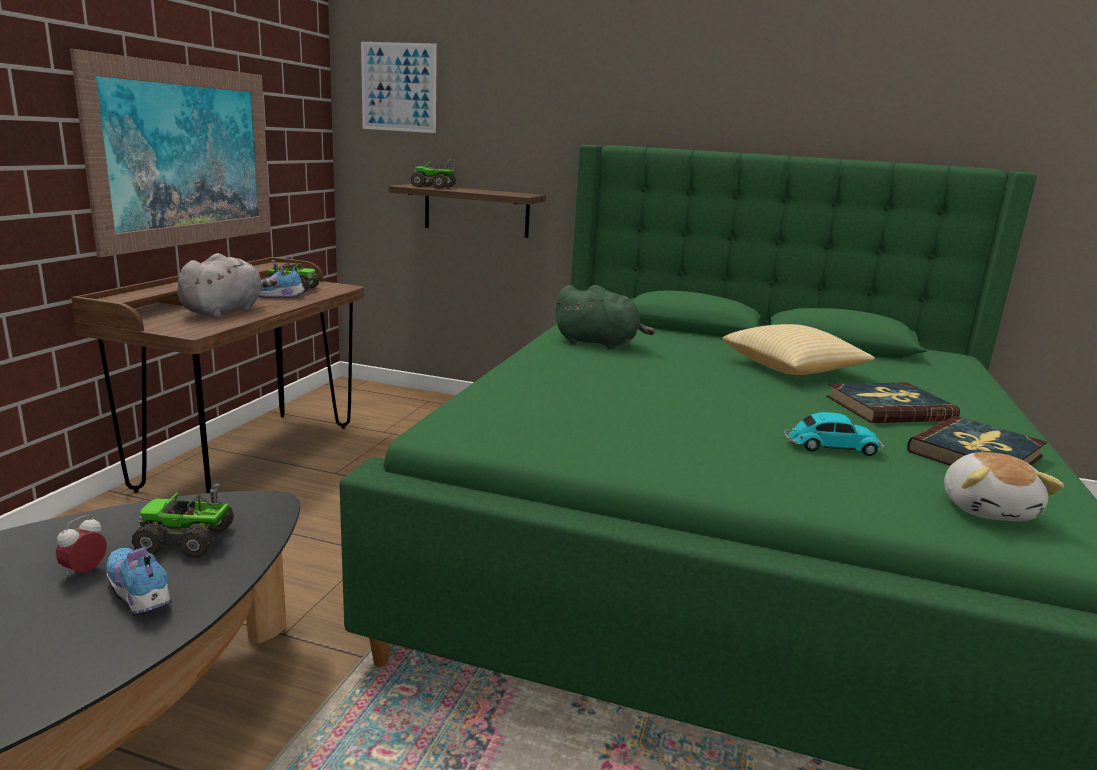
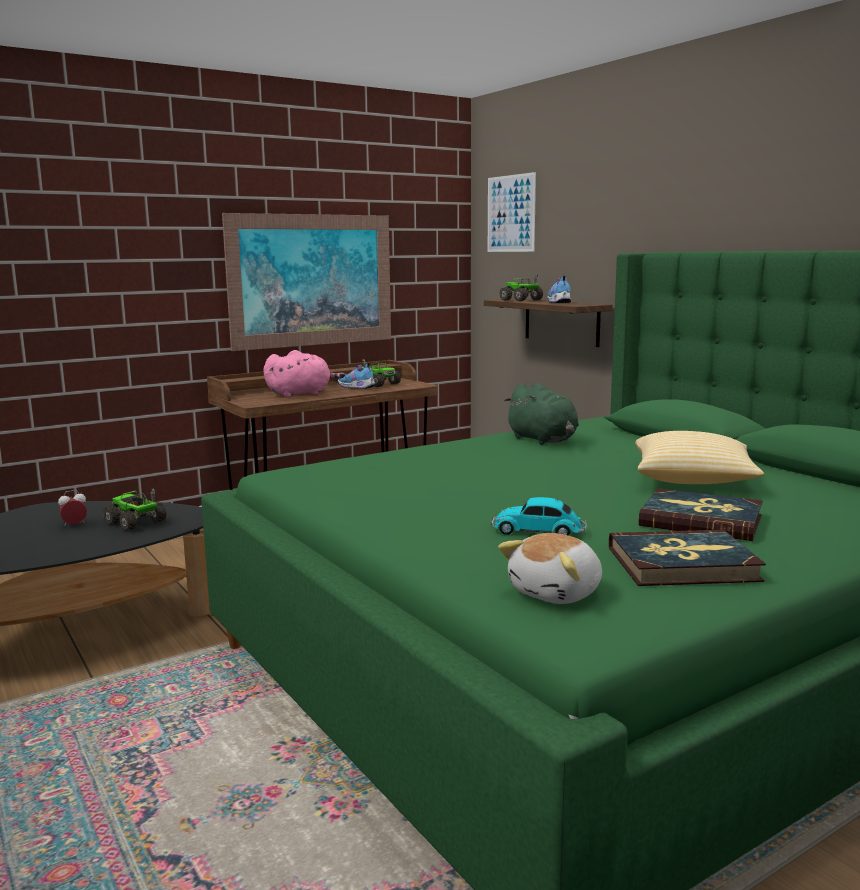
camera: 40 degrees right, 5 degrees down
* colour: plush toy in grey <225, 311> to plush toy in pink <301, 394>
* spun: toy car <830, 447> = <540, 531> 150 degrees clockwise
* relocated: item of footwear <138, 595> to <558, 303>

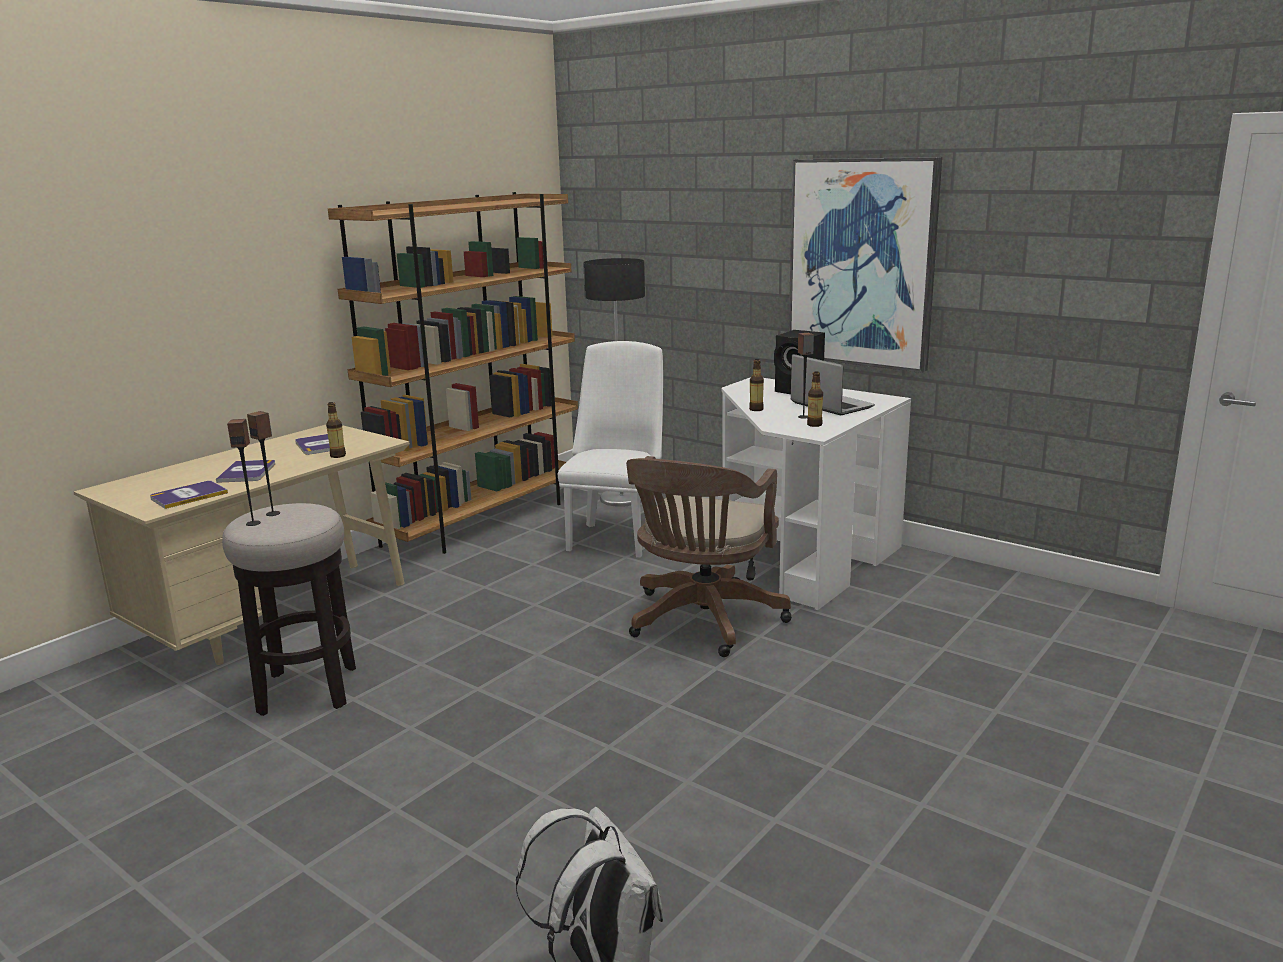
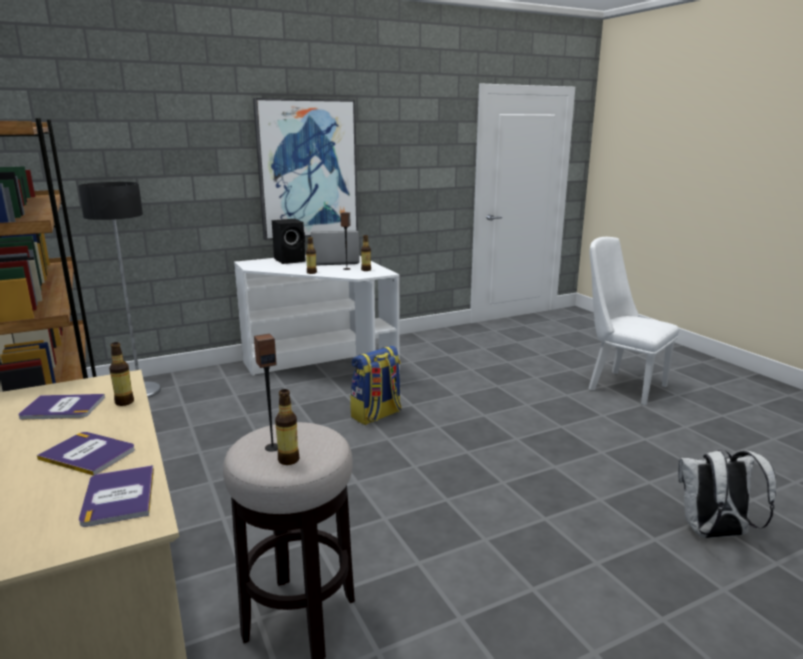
camera: 65 degrees left, 0 degrees up
* relocated: plain chair in white <617, 537> to <620, 385>
* exchanged: audio speaker <253, 523> to beverage bottle <288, 460>
* exchanged: computer chair in brown <702, 622> to backpack <376, 415>

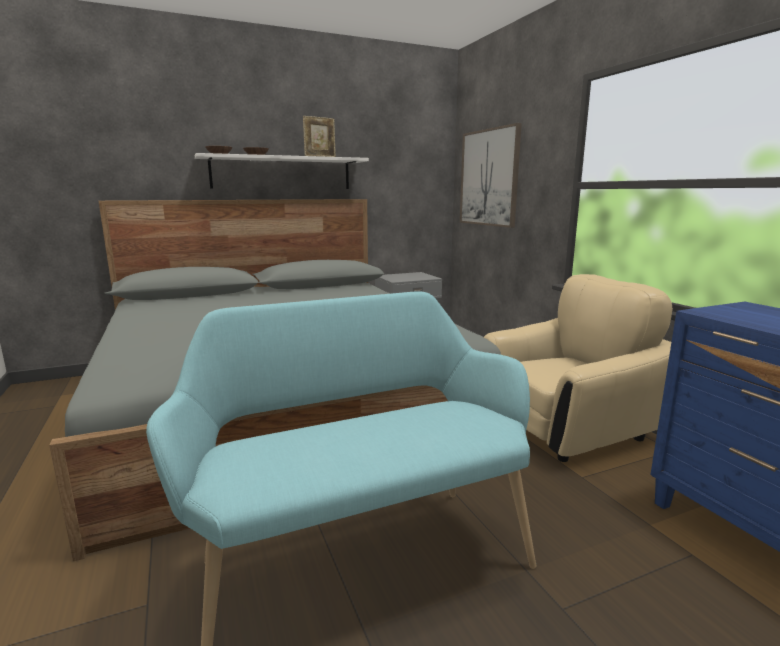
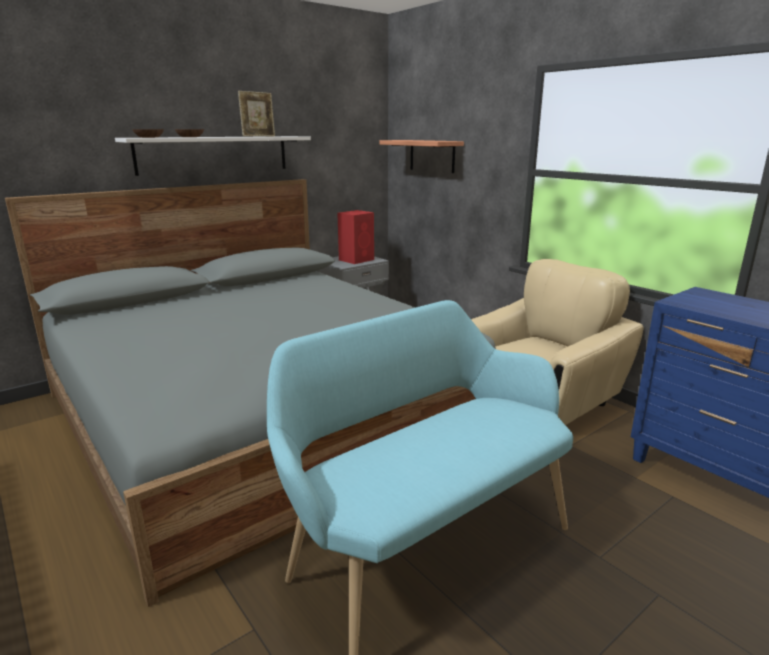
camera: 15 degrees left, 5 degrees up
* exchanged: wall picture <489, 178> to wall shelf <432, 156>
* appeared: audio speaker in reddish <357, 259>

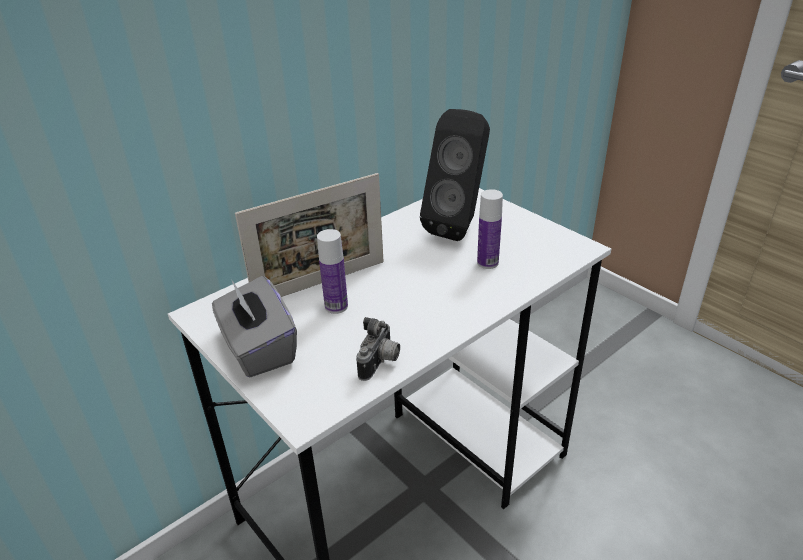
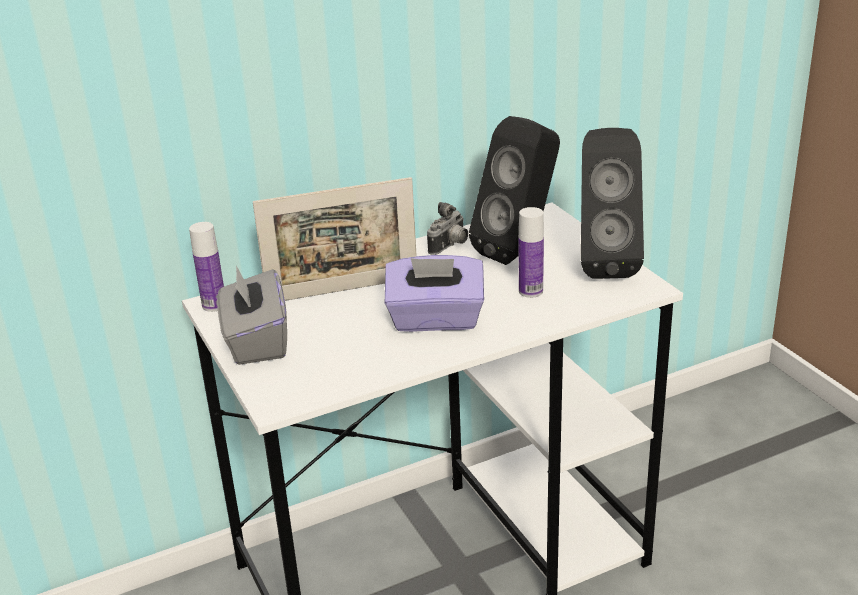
camera: 15 degrees right, 5 degrees down
* relocated: beverage bottle <336, 306> to <214, 305>
* relocated: still camera <380, 363> to <450, 246>
* appeared: audio speaker in black-coloured <605, 264>
* appeared: box of tissues in purplish <435, 320>

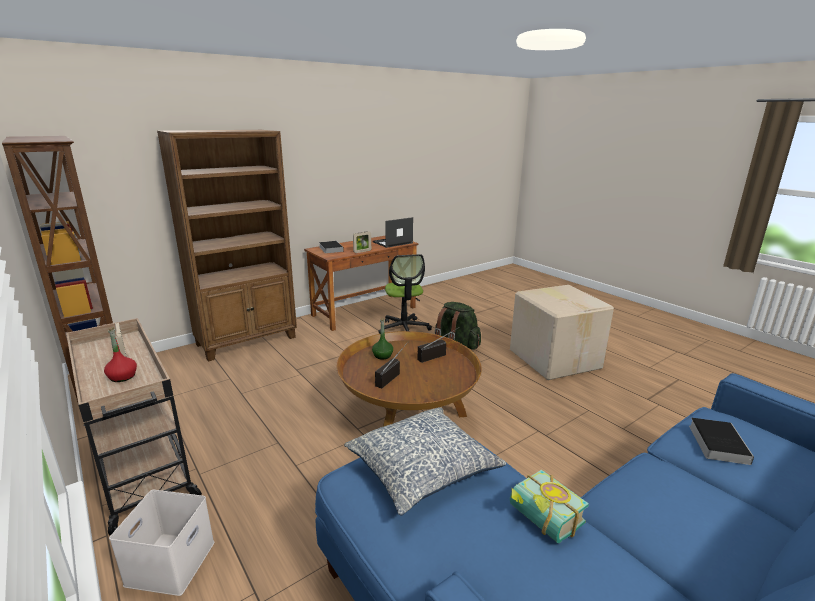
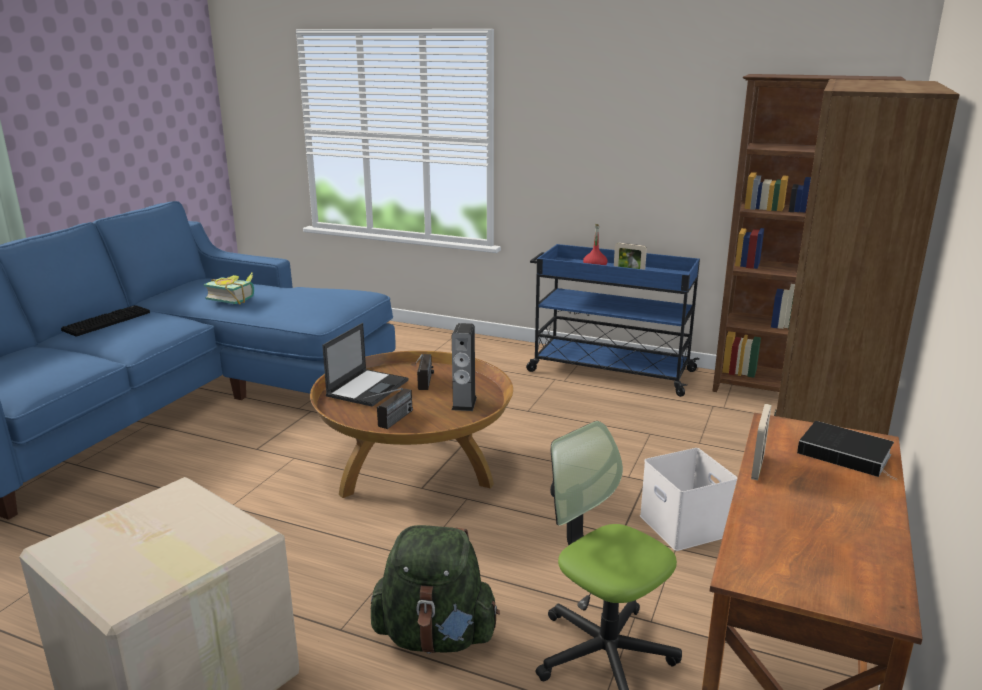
camera: 150 degrees right, 0 degrees up
* relocated: laptop <392, 242> to <368, 388>
* colour: cart in beige-coloured <141, 465> to cart in blue-coloured <609, 371>
* exchanged: beverage bottle in green <382, 356> to audio speaker <464, 403>
* missing: throw pillow <422, 470>
* missing: book <716, 442>
* relocated: storage container in white <171, 564> to <681, 525>
* appeared: computer keyboard <107, 321>

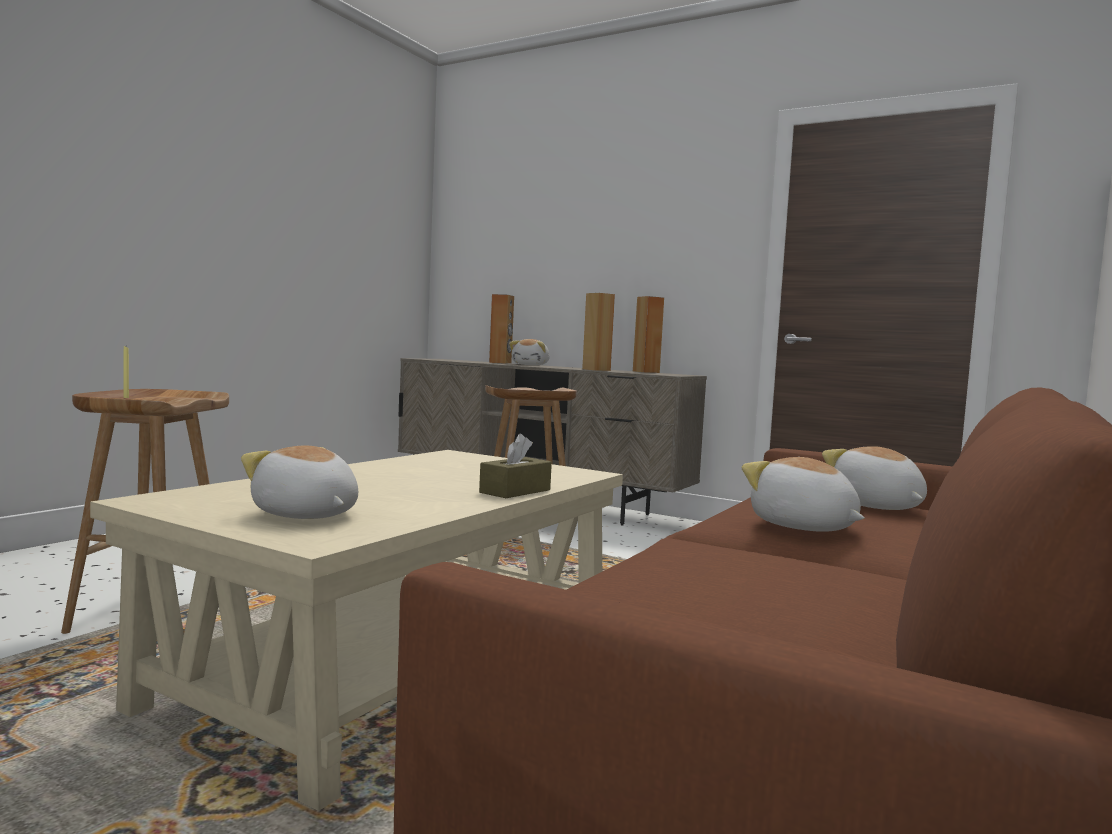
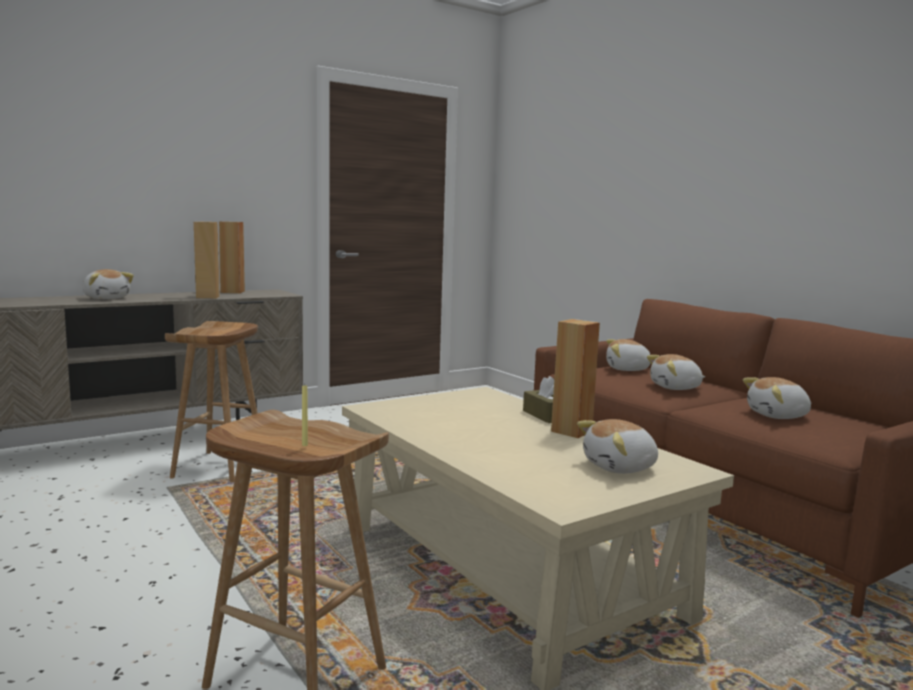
camera: 65 degrees left, 5 degrees up
* relocated: audio speaker in brown <500, 363> to <571, 431>
* appeared: plush toy <778, 416>

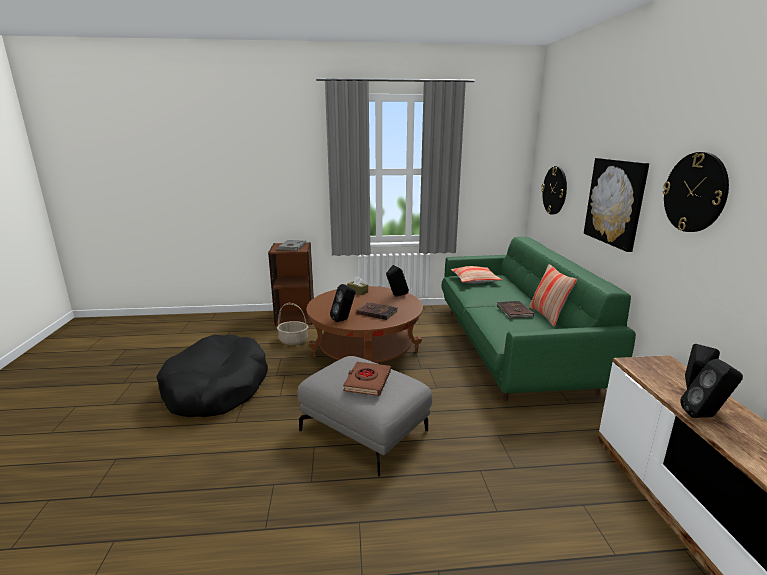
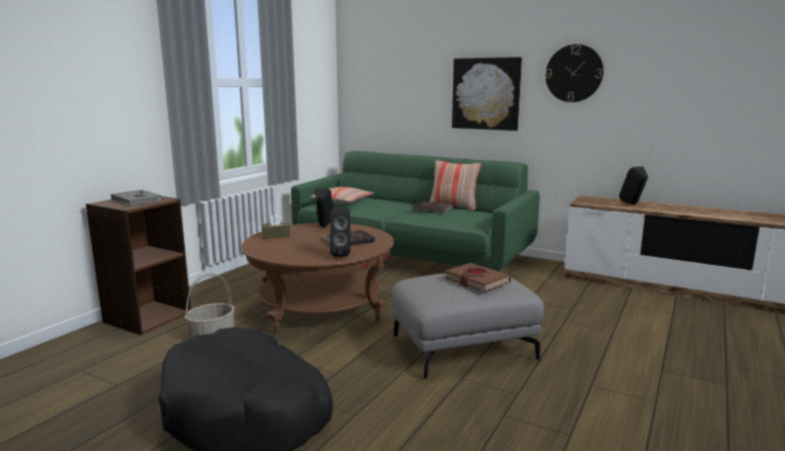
camera: 55 degrees left, 5 degrees down
* missing: clock on the wall <555, 190>
* missing: audio speaker in black-coloured <705, 416>

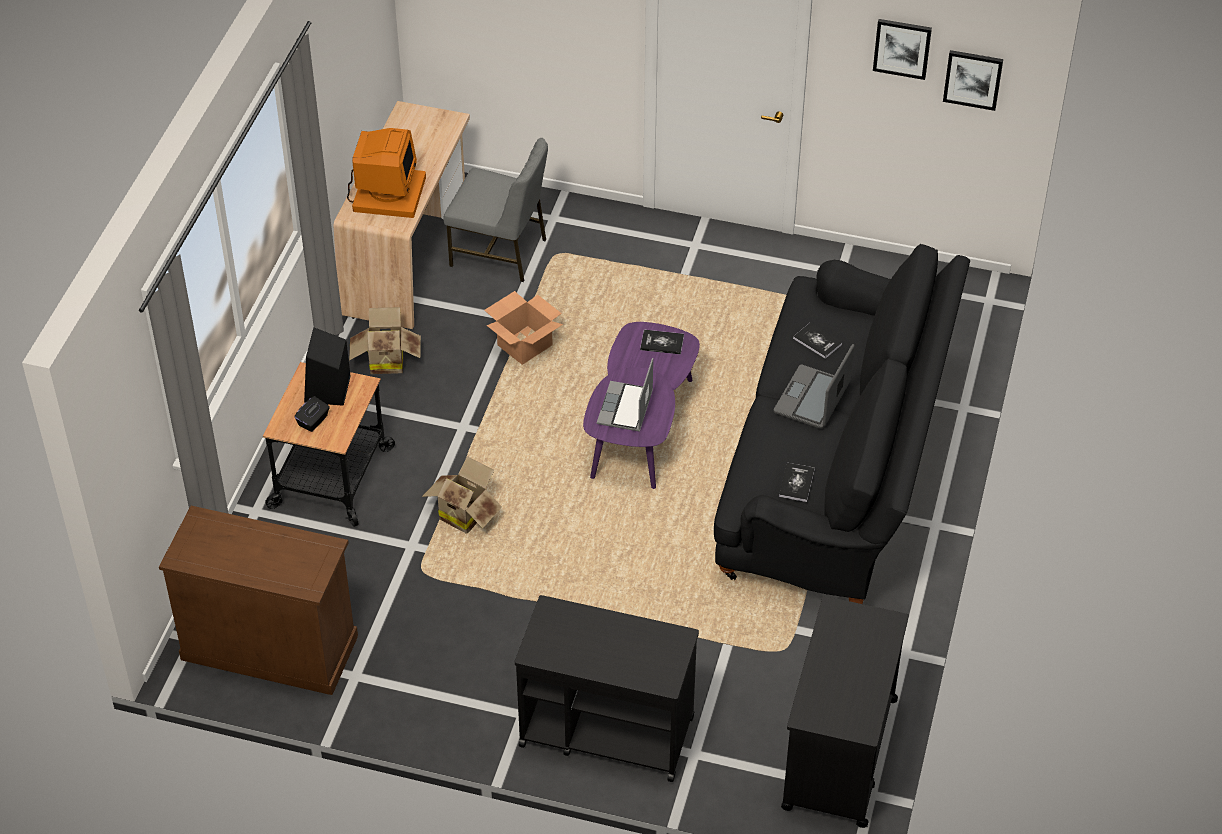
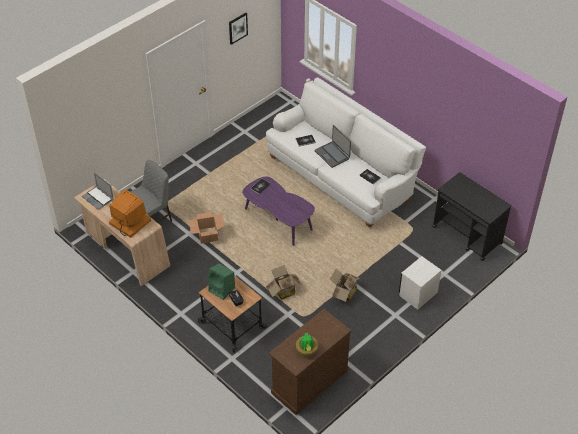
camera: 60 degrees left, 0 degrees up
* missing: wall picture <973, 79>
* colour: couch in black-coloured <836, 473> to couch in white <341, 178>
* relocated: packing box <385, 360> to <343, 293>
* colour: audio speaker in black-coloured <327, 390> to audio speaker in green <222, 289>
* relocated: laptop <626, 409> to <98, 198>
* exchanged: cart in black-coloured <605, 730> to night table in white <418, 294>
* appeared: houseplant <307, 351>

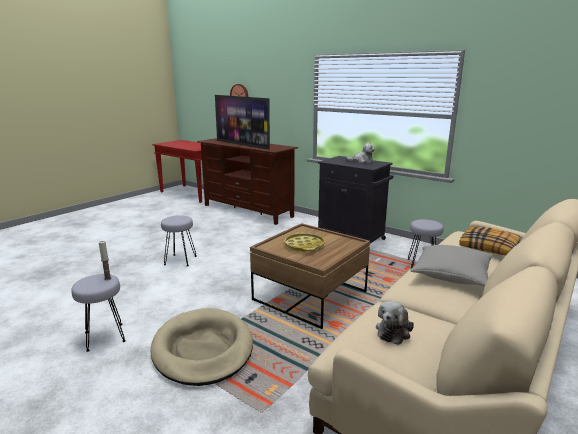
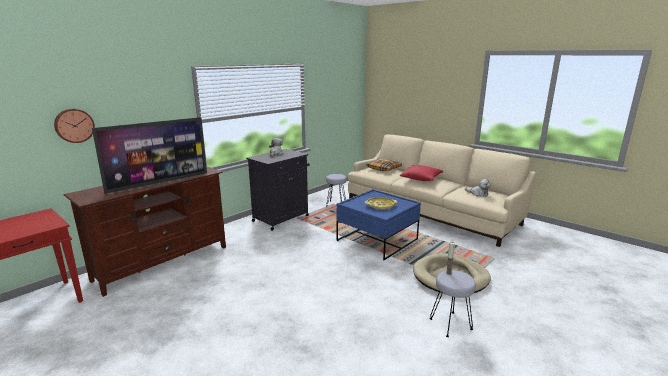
camera: 85 degrees left, 0 degrees up
* missing: stool in grey <180, 260>
* colour: low table in brown <310, 296> to low table in blue-coloured <377, 240>
* colour: throw pillow in grey <451, 275> to throw pillow in reddish <421, 178>

